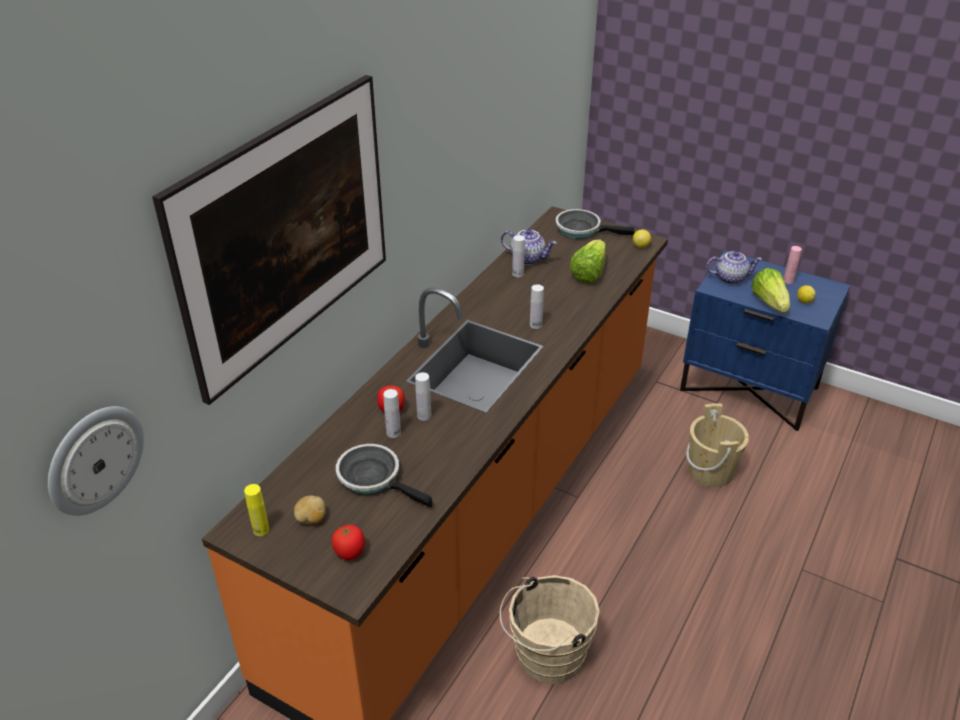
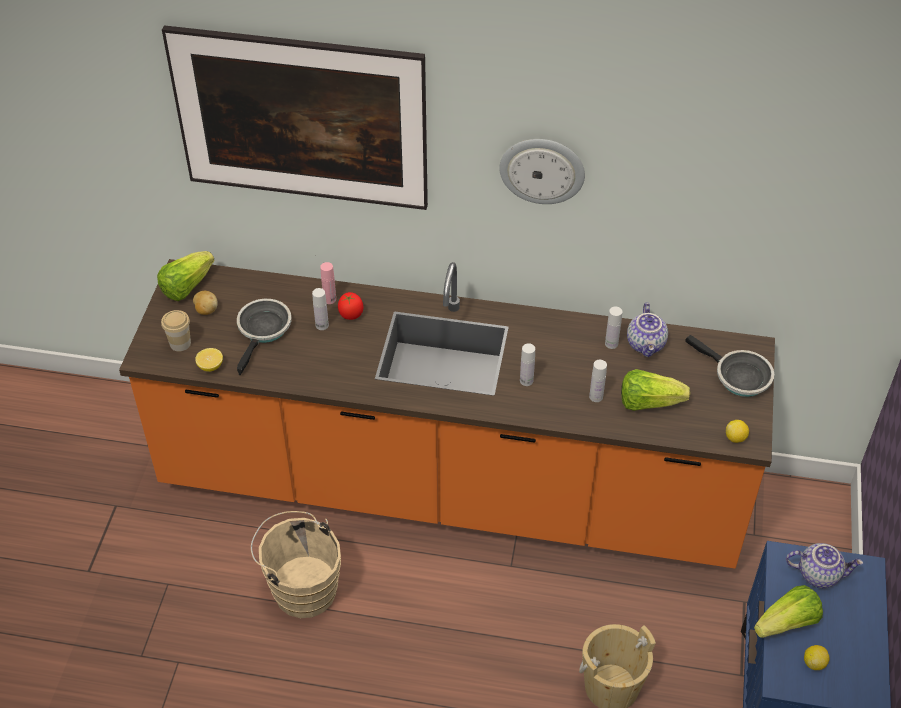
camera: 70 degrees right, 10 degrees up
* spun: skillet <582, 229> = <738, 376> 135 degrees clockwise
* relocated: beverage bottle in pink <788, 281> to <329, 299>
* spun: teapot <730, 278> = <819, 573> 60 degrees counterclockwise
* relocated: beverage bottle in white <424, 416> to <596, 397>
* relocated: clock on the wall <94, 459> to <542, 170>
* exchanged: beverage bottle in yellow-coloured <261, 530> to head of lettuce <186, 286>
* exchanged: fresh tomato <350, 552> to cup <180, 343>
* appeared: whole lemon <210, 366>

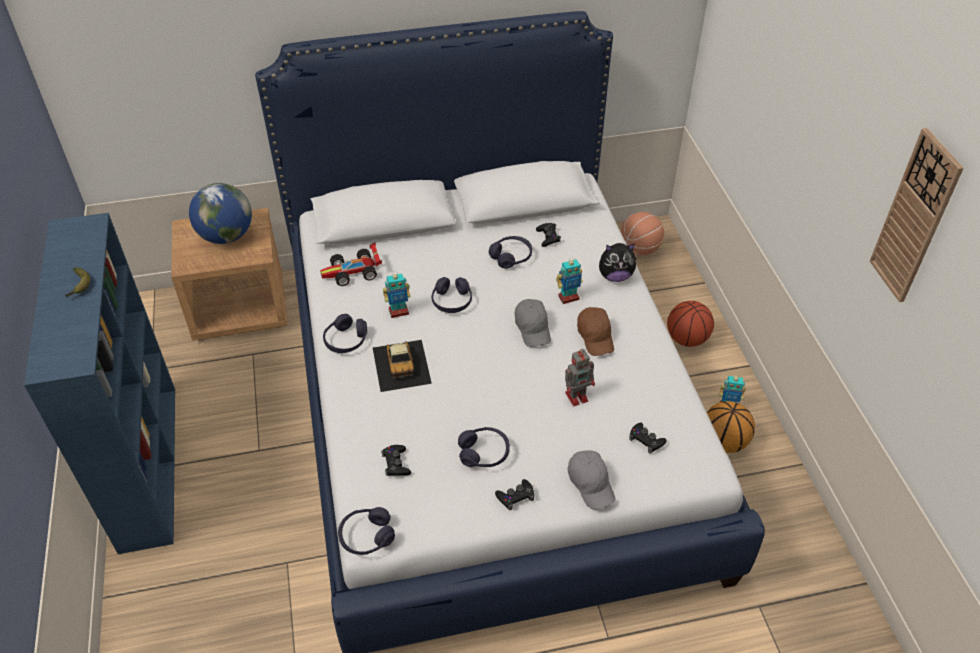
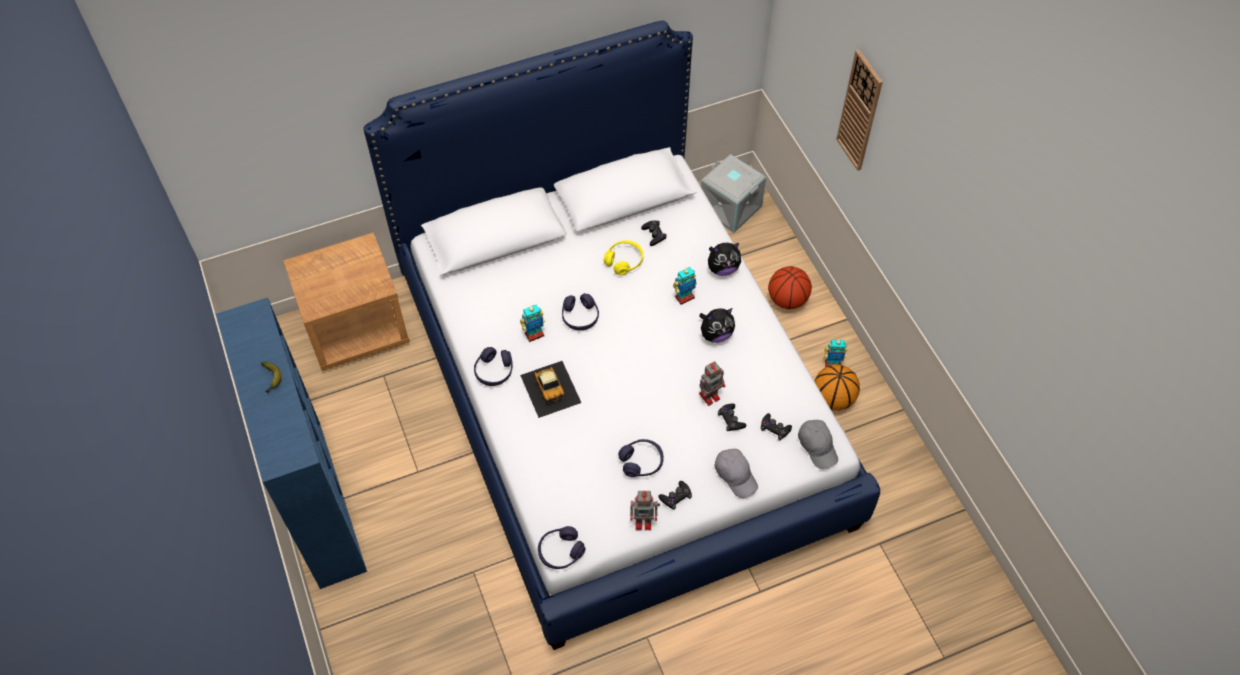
camera: 10 degrees left, 10 degrees up
* relocated: clock on the wall <914, 218> to <860, 111>
* missing: world globe <226, 236>
* exchanged: basketball ball <639, 249> to storage container in grey <729, 208>
* colour: headset in purplish <511, 257> to headset in yellow-coloured <624, 261>
* missing: toy car <353, 272>
* relocated: peaked cap in grey <533, 328> to <817, 446>
* exchanged: peaked cap in brown <595, 337> to plush toy <715, 334>
* relocated: game controller in black-coloured <396, 463> to <731, 419>
* appeared: model robot <644, 521>

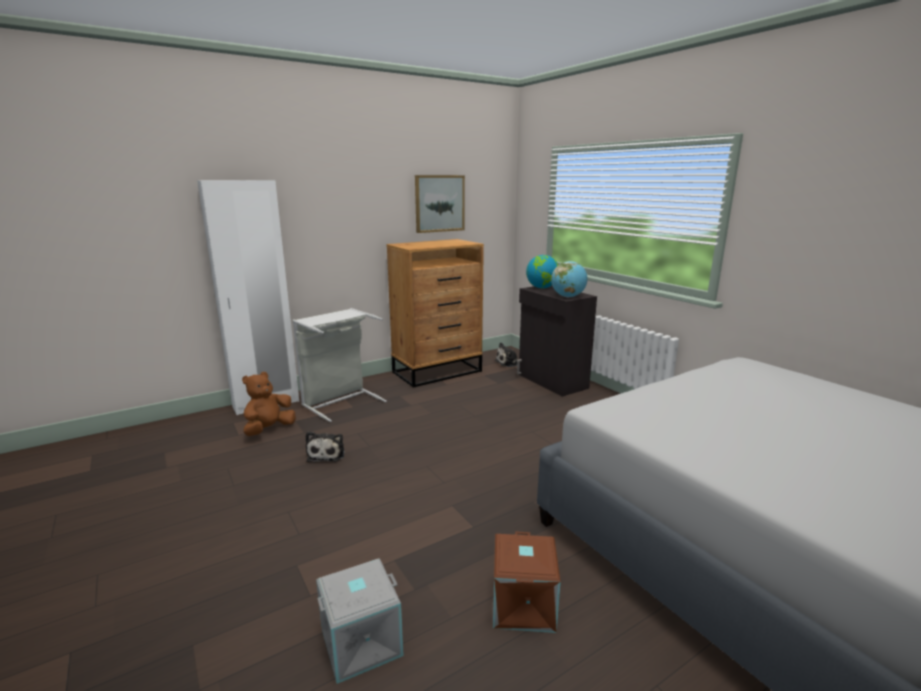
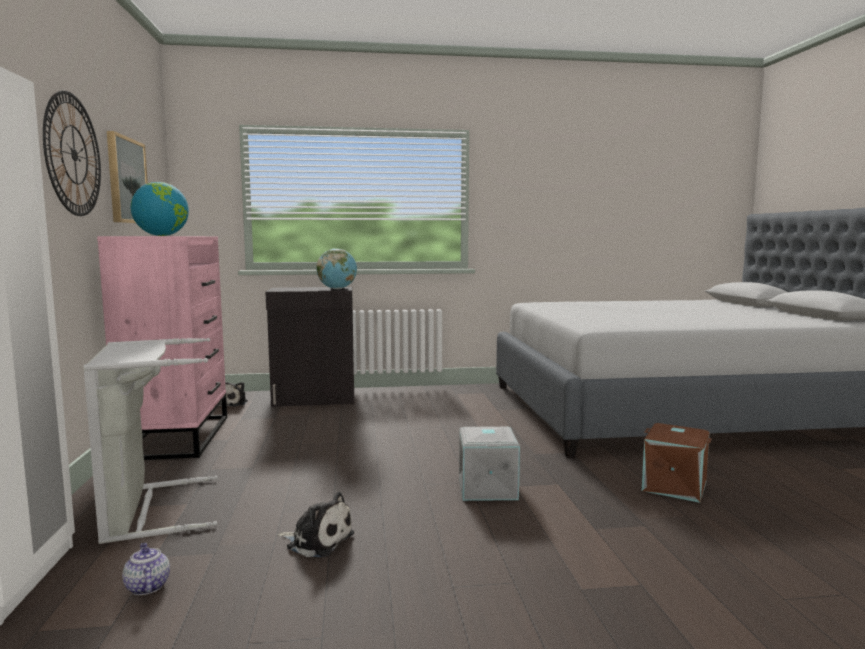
camera: 65 degrees left, 10 degrees down
* colour: dresser in brown <438, 371> to dresser in pink <178, 436>
* relocated: world globe <542, 288> to <162, 235>
* exchanged: plush toy in brown <269, 429> to teapot <147, 586>
* relocated: storage container in grey <361, 641> to <486, 488>
* appeared: clock on the wall <73, 155>

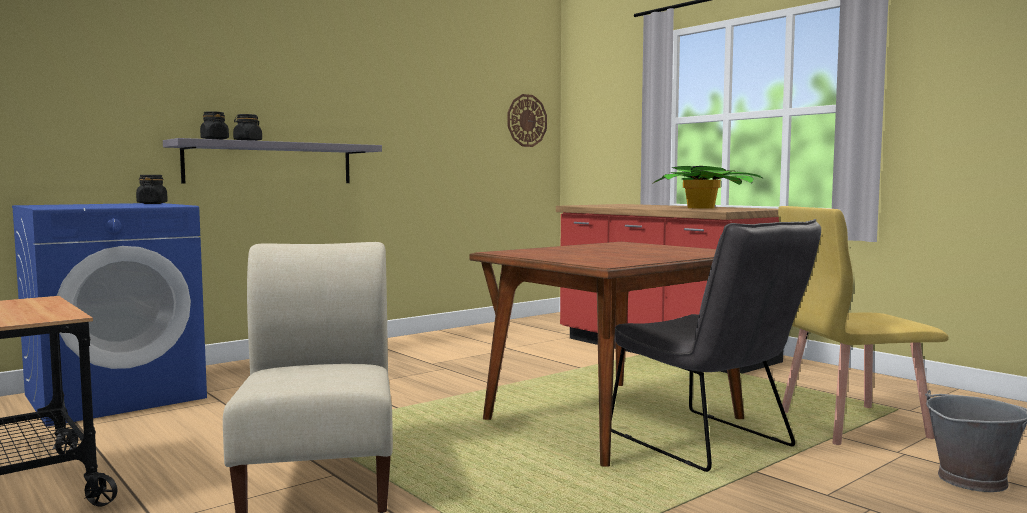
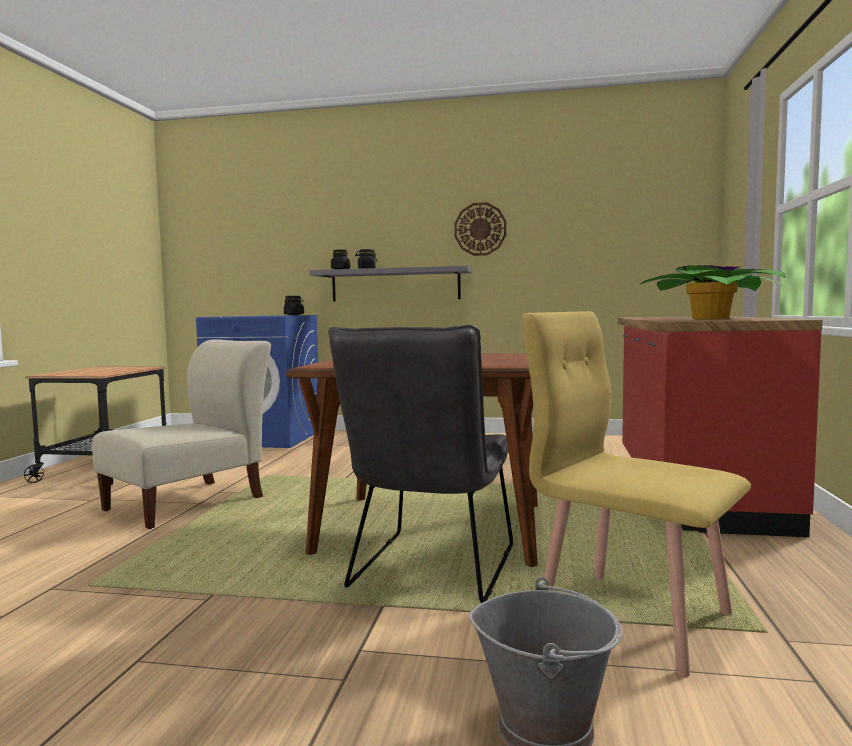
camera: 50 degrees right, 0 degrees up
* relocated: clock on the wall <526, 120> to <480, 229>

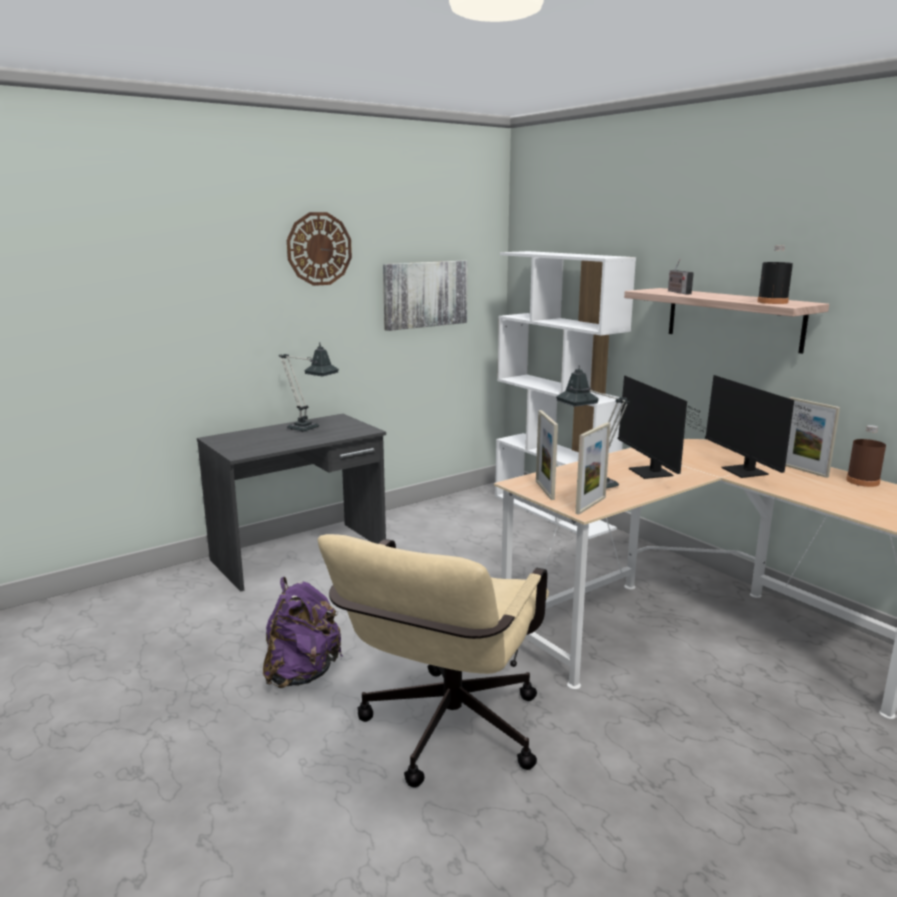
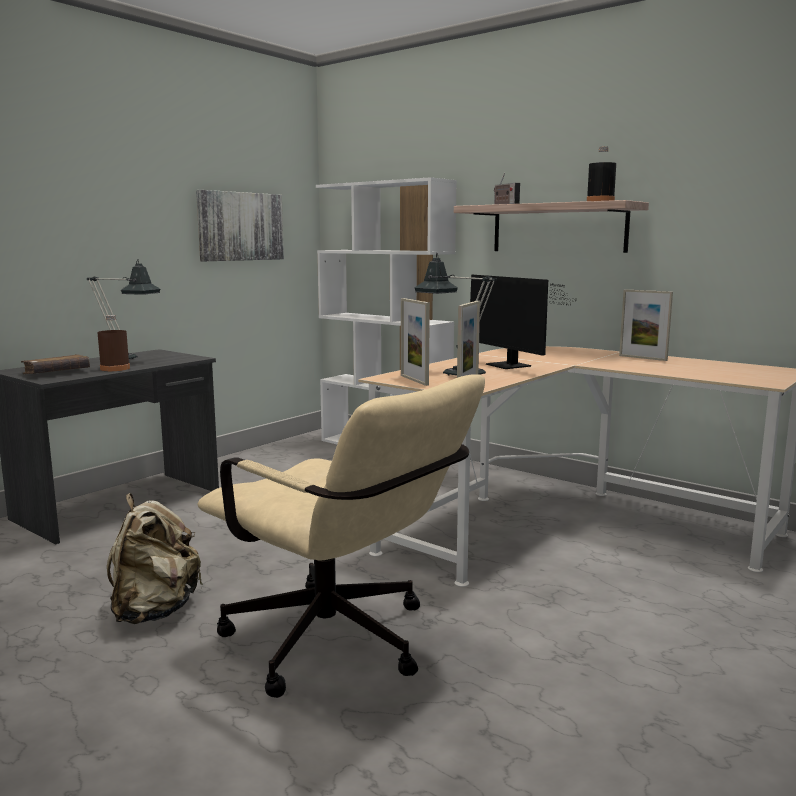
camera: 15 degrees left, 5 degrees down
* missing: clock on the wall <319, 249>
* missing: computer screen <747, 473>
* relocated: beverage bottle in brown <862, 481> to <115, 368>
* spun: computer chair in beige-coloured <444, 736> = <342, 646> 60 degrees counterclockwise
* colour: backpack in purplish <302, 674> to backpack in beige-coloured <155, 611>
* appeared: book in brown <57, 373>

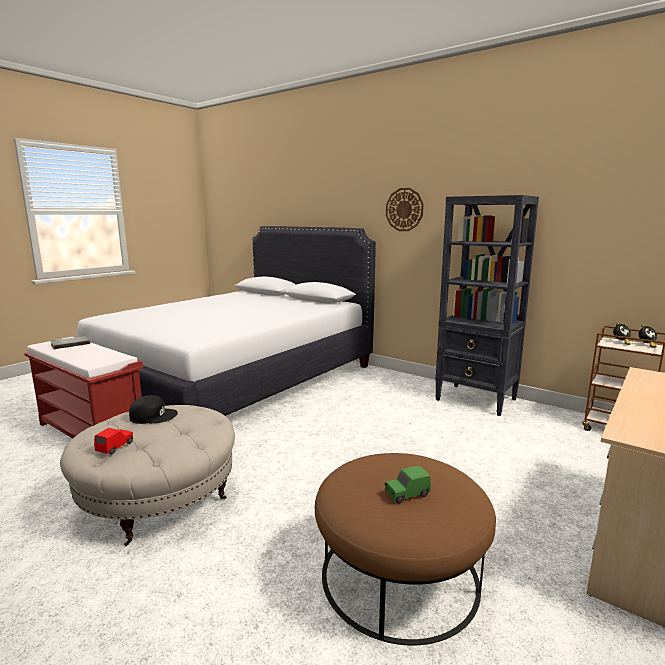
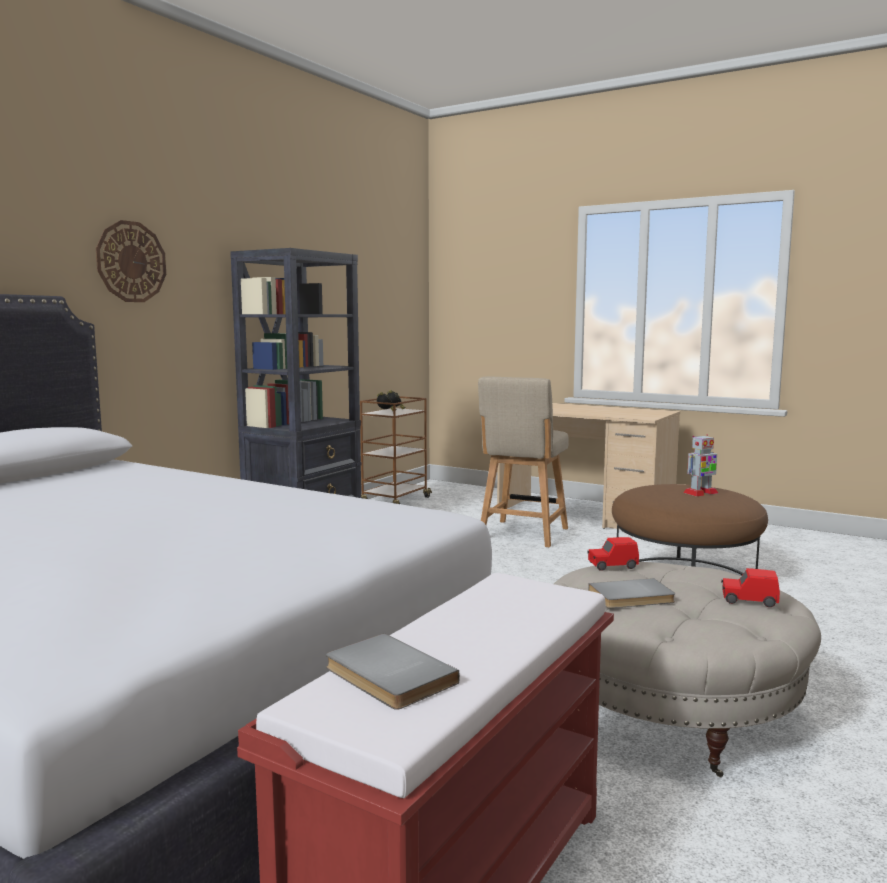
camera: 95 degrees left, 5 degrees down
* exchanged: peaked cap in black-coloured <153, 416> to book in grey <632, 597>
* exchanged: toy car in green <406, 494> to model robot <700, 493>
* appeared: plain chair in beige-coloured <522, 535>
* appeared: toy car in reddish <612, 566>

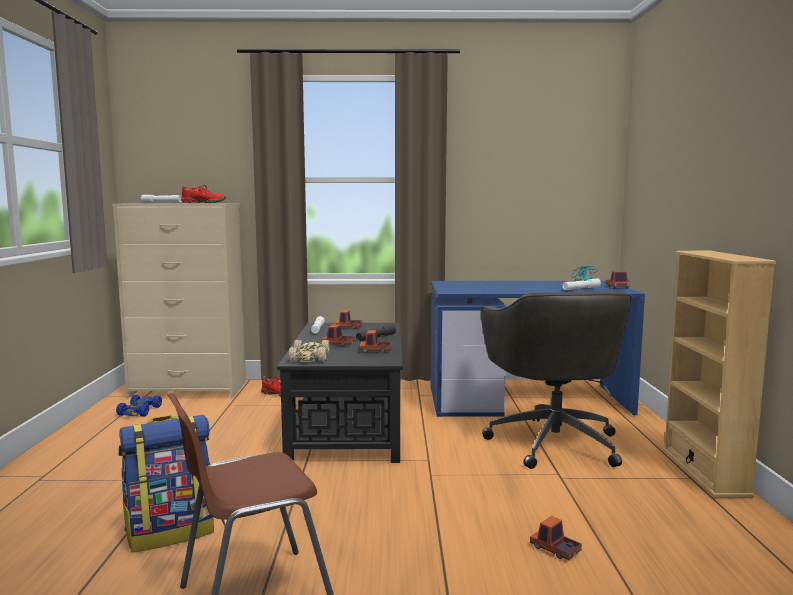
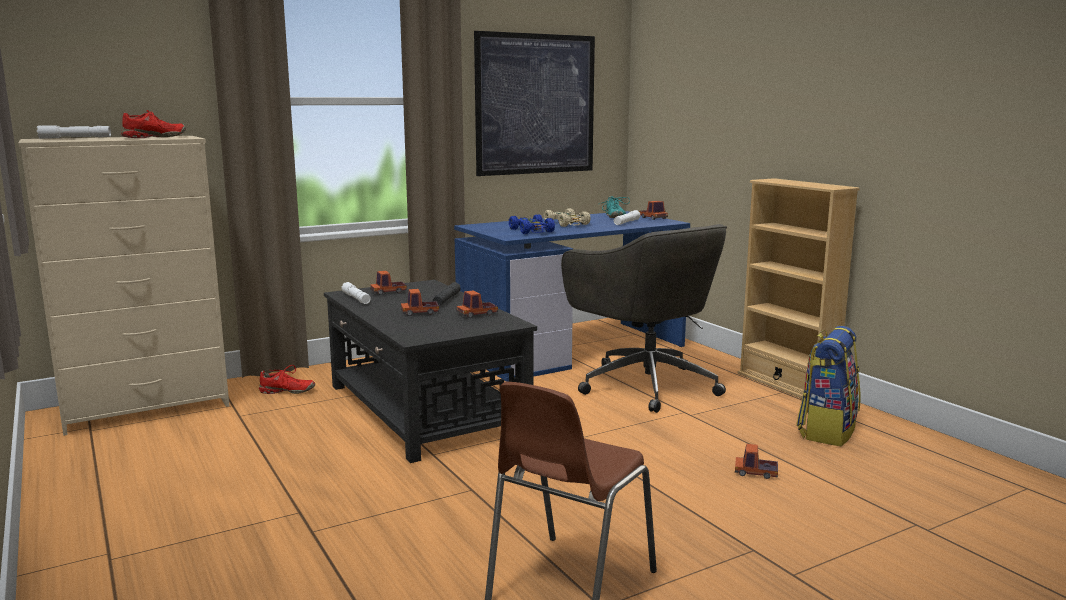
camera: 30 degrees left, 5 degrees up
* relocated: toy car in beige-coloured <310, 358> to <567, 224>
* relocated: toy car in blue-coloured <139, 411> to <532, 231>
* relocated: backpack <171, 532> to <826, 431>
* appeared: wall picture <535, 104>

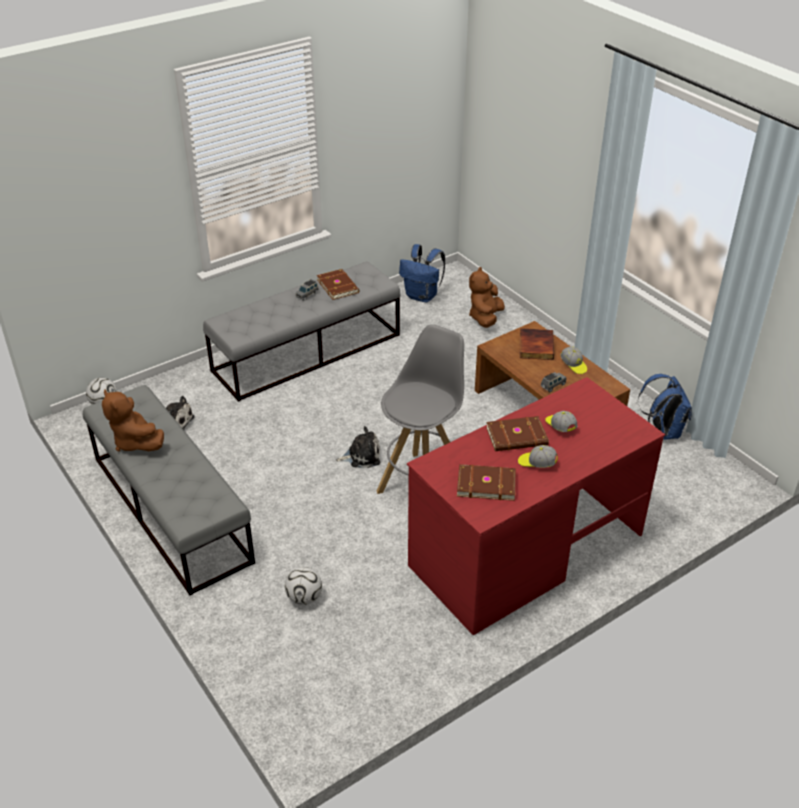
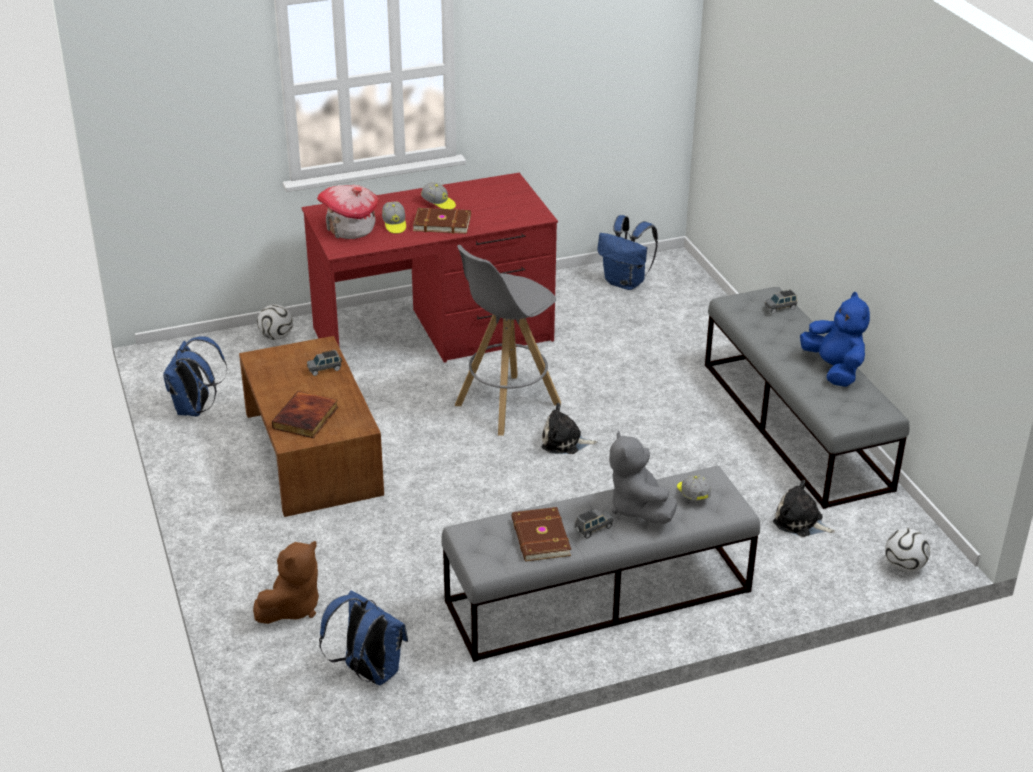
camera: 165 degrees left, 5 degrees down
* relocated: peaked cap <573, 365> to <693, 494>
* colour: plush toy in brown <135, 442> to plush toy in blue-coloured <834, 369>
* missing: book in brown <485, 483>
* relocated: football ball <304, 597> to <276, 337>
* appeared: toy house <350, 229>
* appeared: backpack in blue-coloured <626, 283>
* appeared: toy car in grey <780, 308>
* appeared: plush toy in grey <638, 508>

